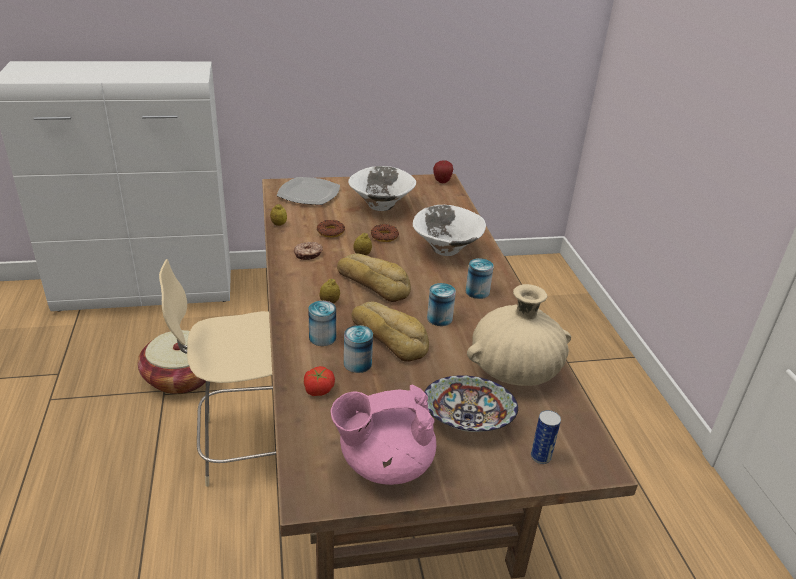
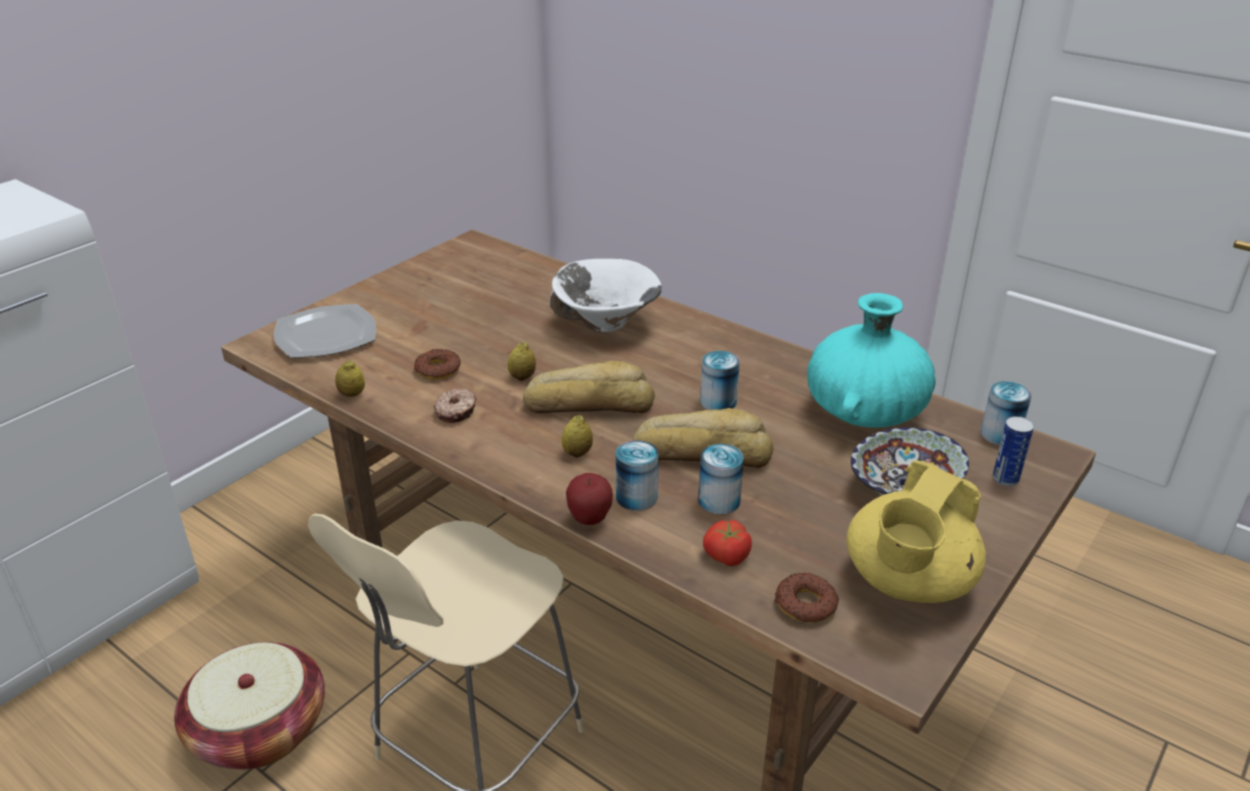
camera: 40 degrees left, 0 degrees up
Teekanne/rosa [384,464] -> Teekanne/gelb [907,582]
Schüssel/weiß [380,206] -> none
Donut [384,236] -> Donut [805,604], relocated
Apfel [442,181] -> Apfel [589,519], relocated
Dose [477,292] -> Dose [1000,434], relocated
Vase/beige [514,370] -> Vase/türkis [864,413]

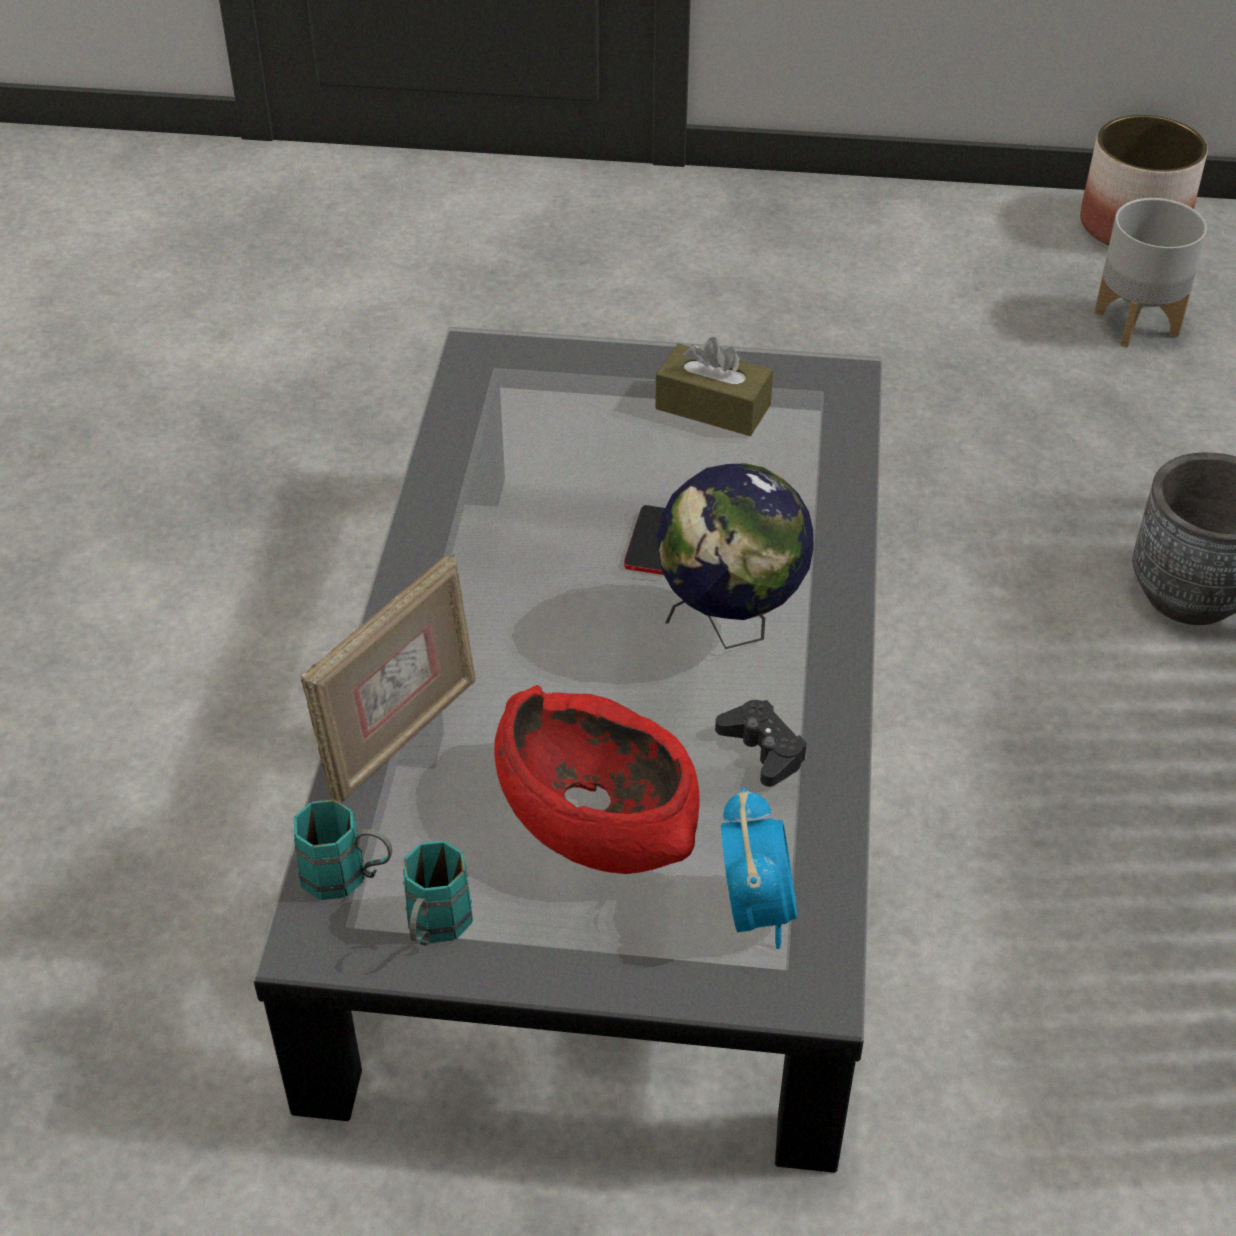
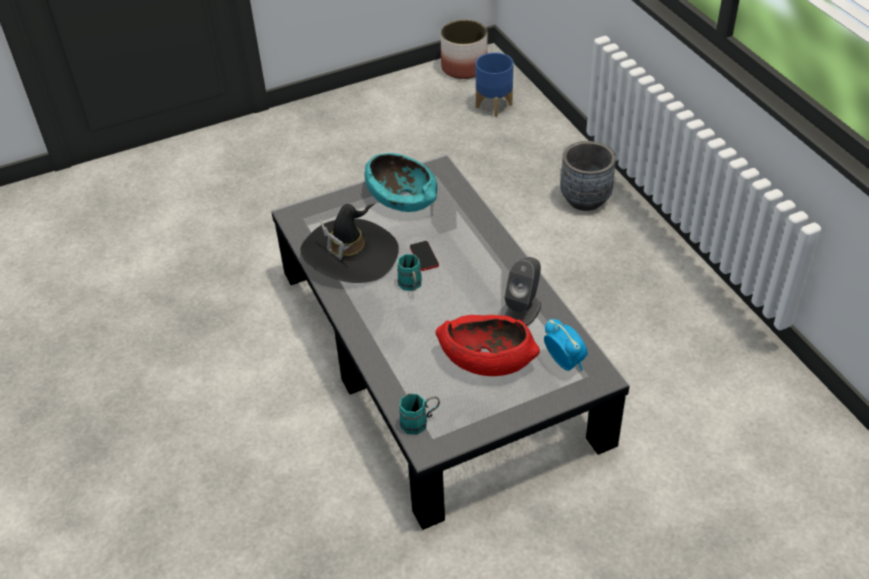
camera: 30 degrees left, 0 degrees up
Bilderrahmen [400,736] -> none
Henkelbecher/türkis [434,929] -> Henkelbecher/türkis [411,286], relocated
Taschentuchbox/braun [713,407] -> Schüssel/türkis [402,198]
Globus [730,627] -> none
Gamepad/schwarz [763,749] -> Lautsprecher/grau [523,310]
Pflanzkübel/grau [1135,323] -> Pflanzkübel/blau [493,106]
none -> Hut/schwarz [350,254]

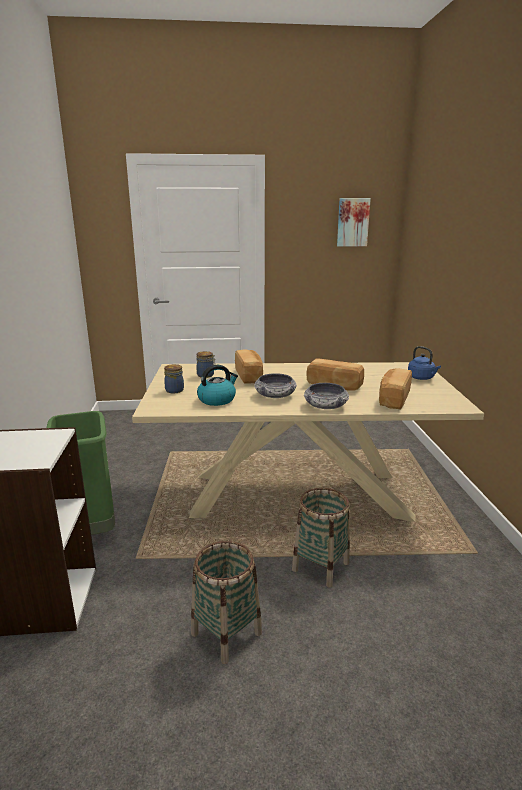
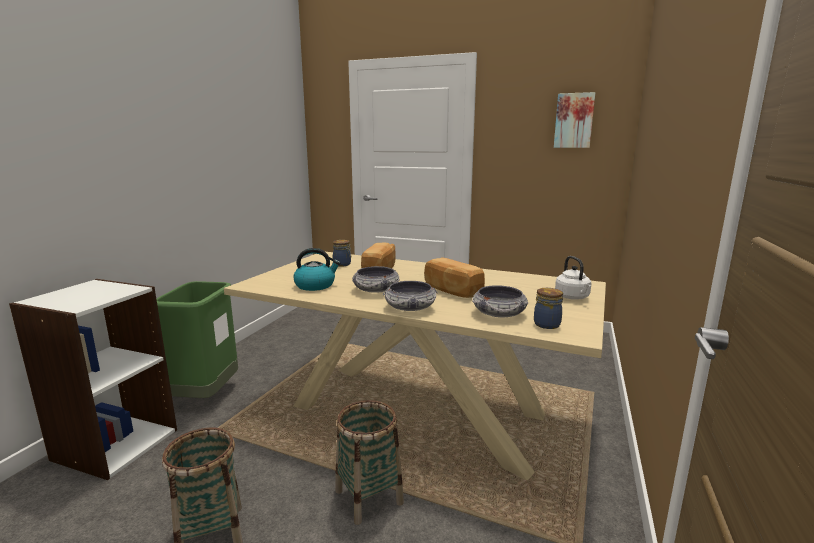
camera: 25 degrees right, 5 degrees down
Vorratsglas [175,390] -> Vorratsglas [547,324], relocated
Brot [393,399] -> Schüssel [499,313]
Wasserkessel/blau [421,378] -> Wasserkessel/weiß [573,297]

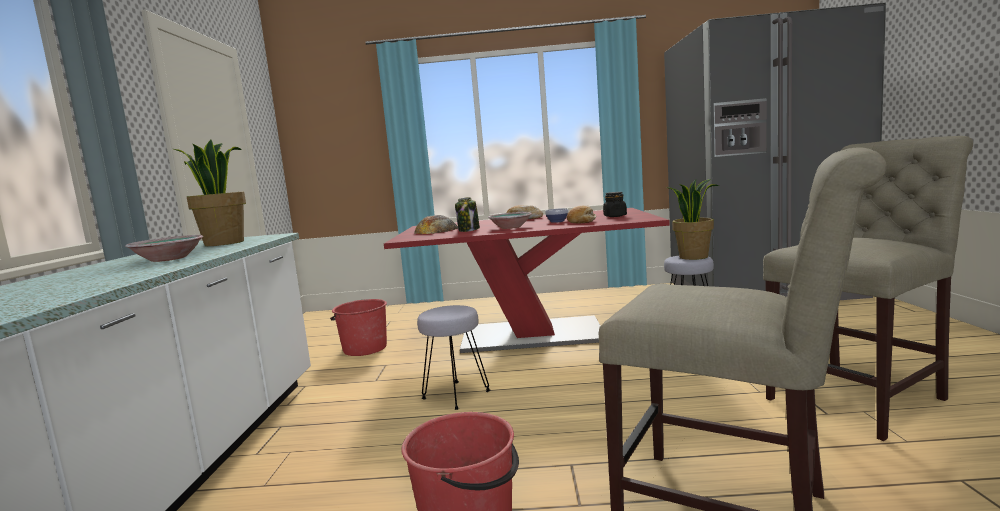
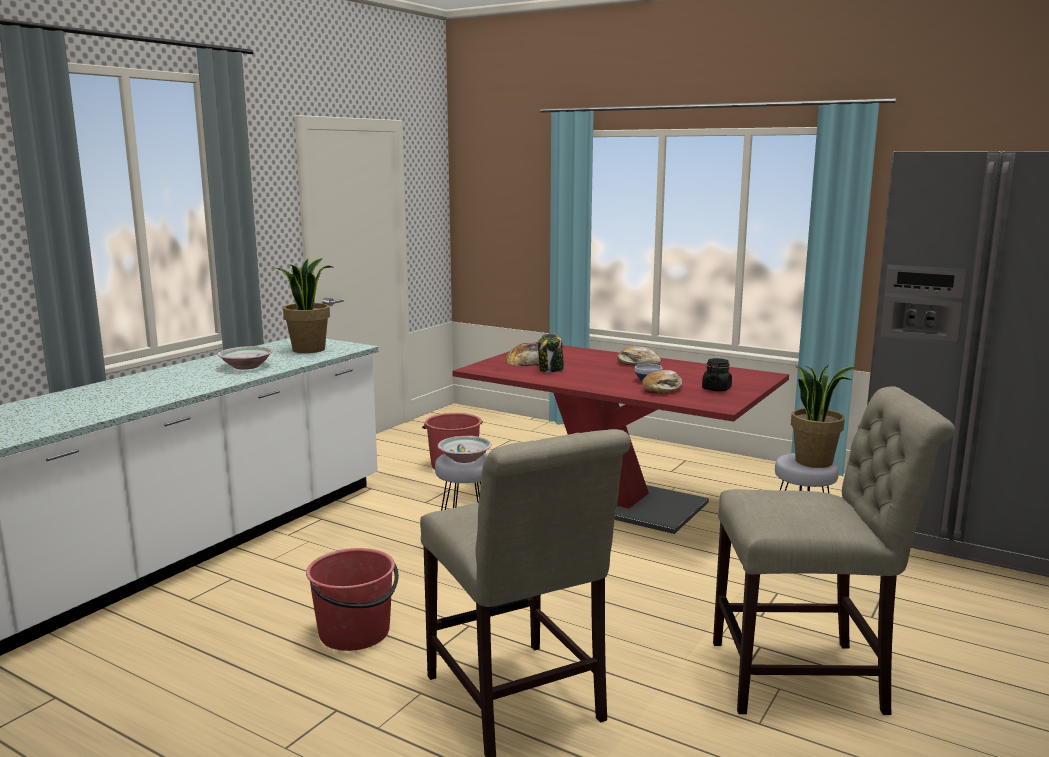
camera: 30 degrees right, 5 degrees up
Schüssel [510,227] -> Schüssel [464,458], relocated

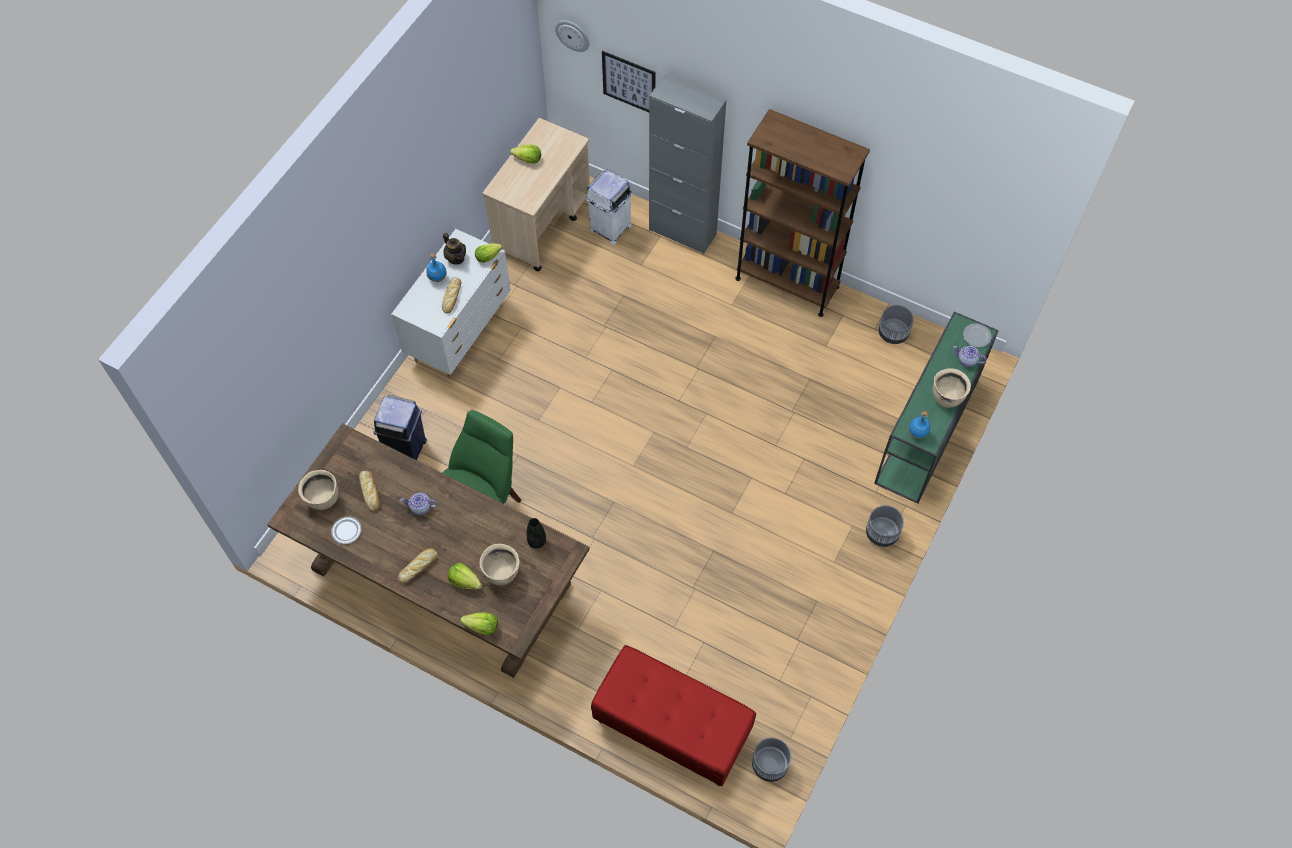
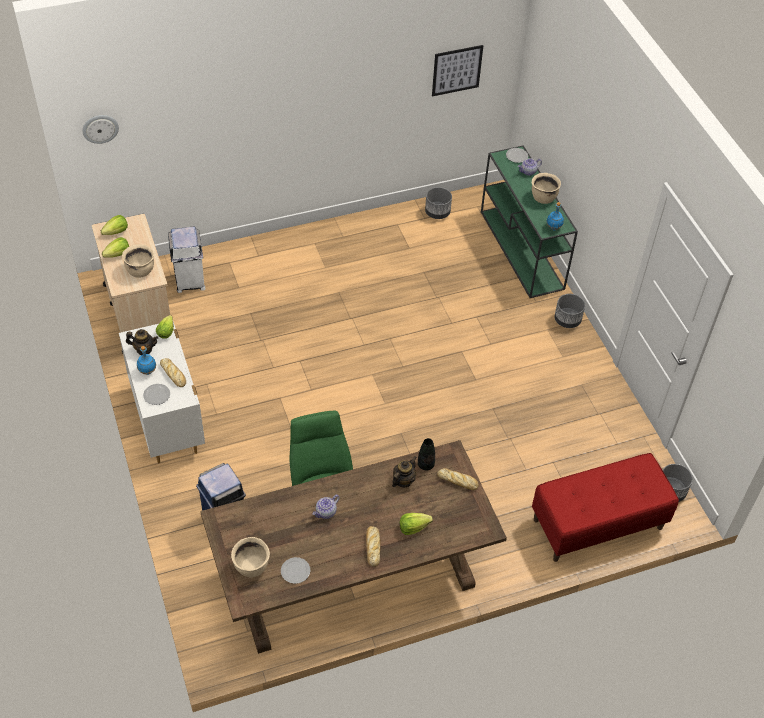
camera: 50 degrees left, 10 degrees down
Brot [370,492] -> Brot [458,481], relocated
Salatkopf [482,627] -> Salatkopf [116,232], relocated
Kochtopf/beige [501,572] -> Kochtopf/beige [140,270], relocated
Bild [629,82] -> Bild [457,70], relocated
Schrank/grau [682,232] -> none
Bücherregal/braun [787,282] -> none
none -> Teller [156,395]
none -> Teekanne [403,481]

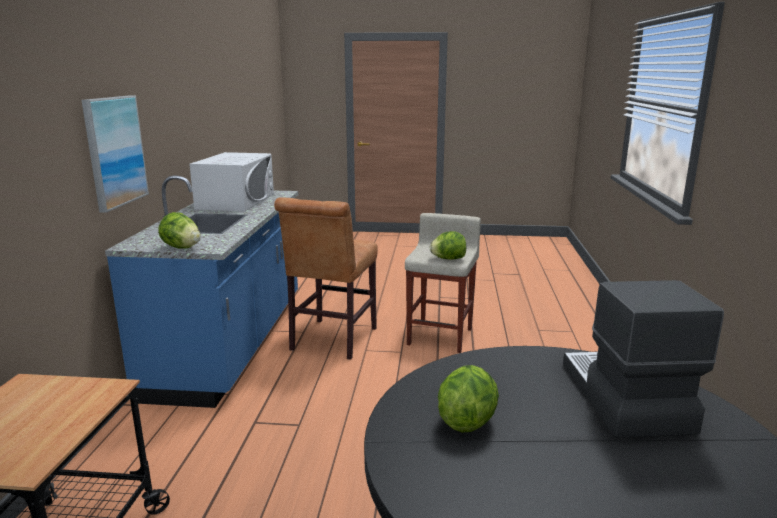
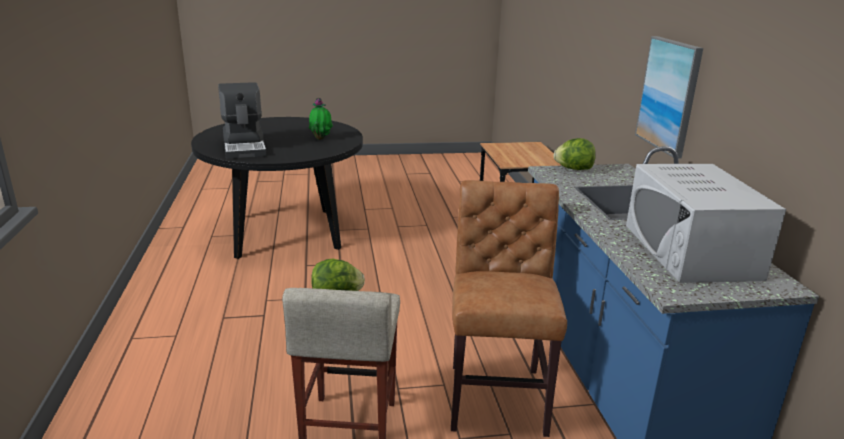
camera: 165 degrees right, 5 degrees up
Salatkopf [467,420] -> Topfpflanze [321,139]

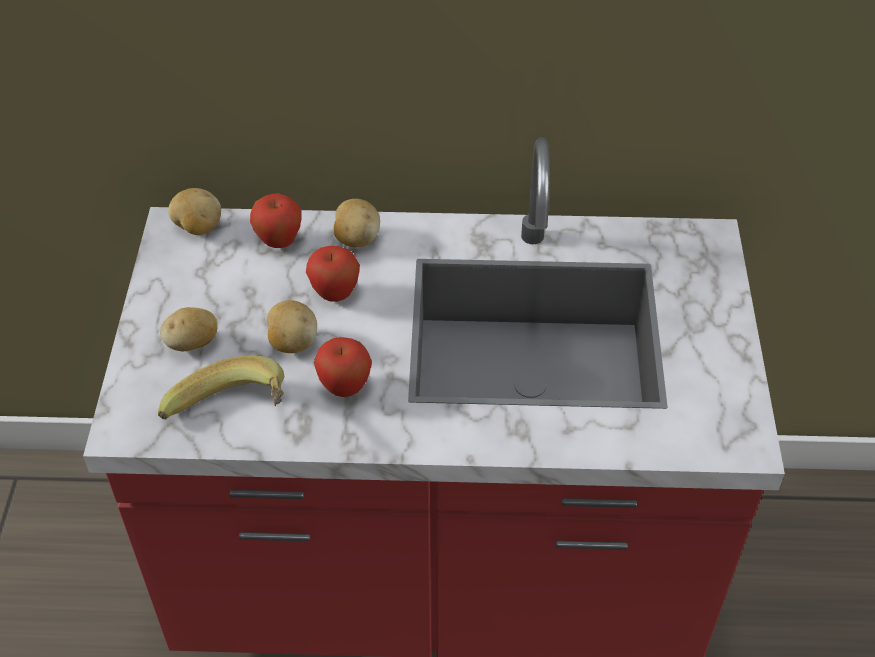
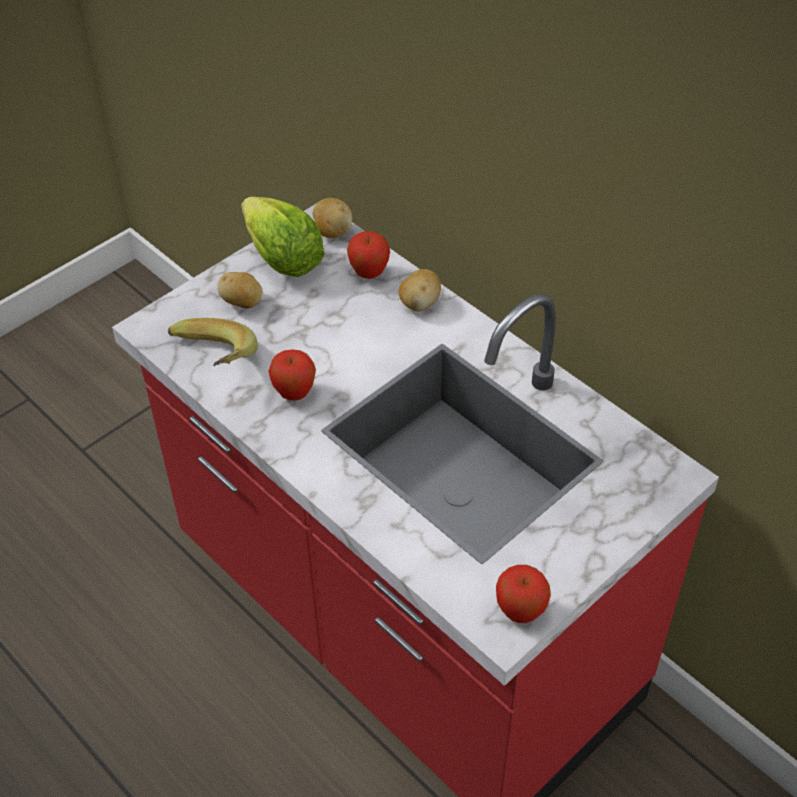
camera: 45 degrees right, 0 degrees up
Kartoffel [292,342] -> none
Apfel [335,294] -> Apfel [520,611], relocated
none -> Salatkopf [283,259]

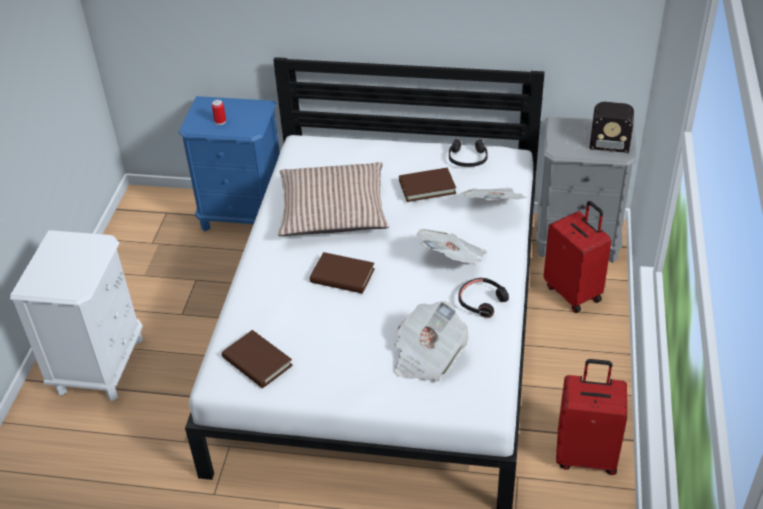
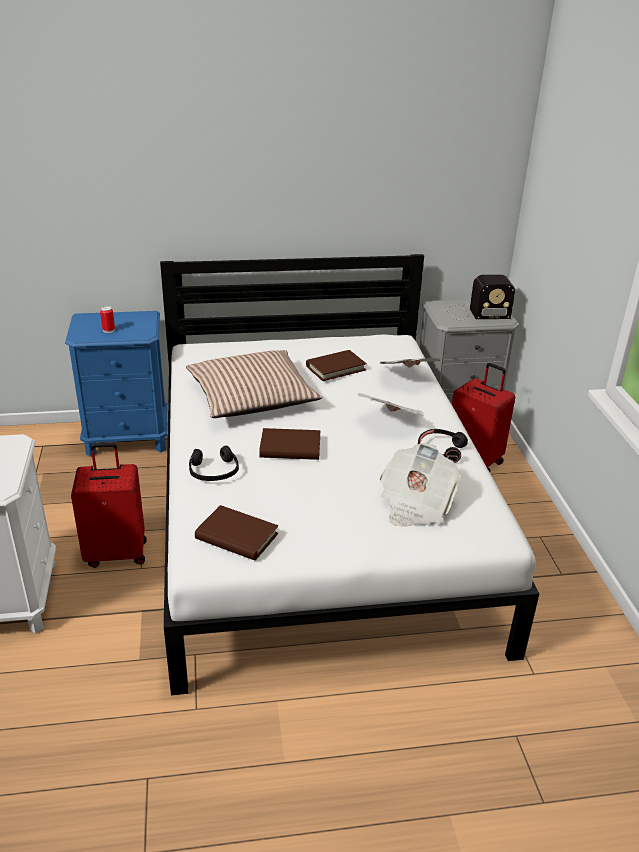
camera: 20 degrees left, 10 degrees down
Kopfhörer/schwarz [467,159] -> Kopfhörer/schwarz [214,471], relocated
Koffer/rot [586,455] -> Koffer/rot [116,552], relocated

